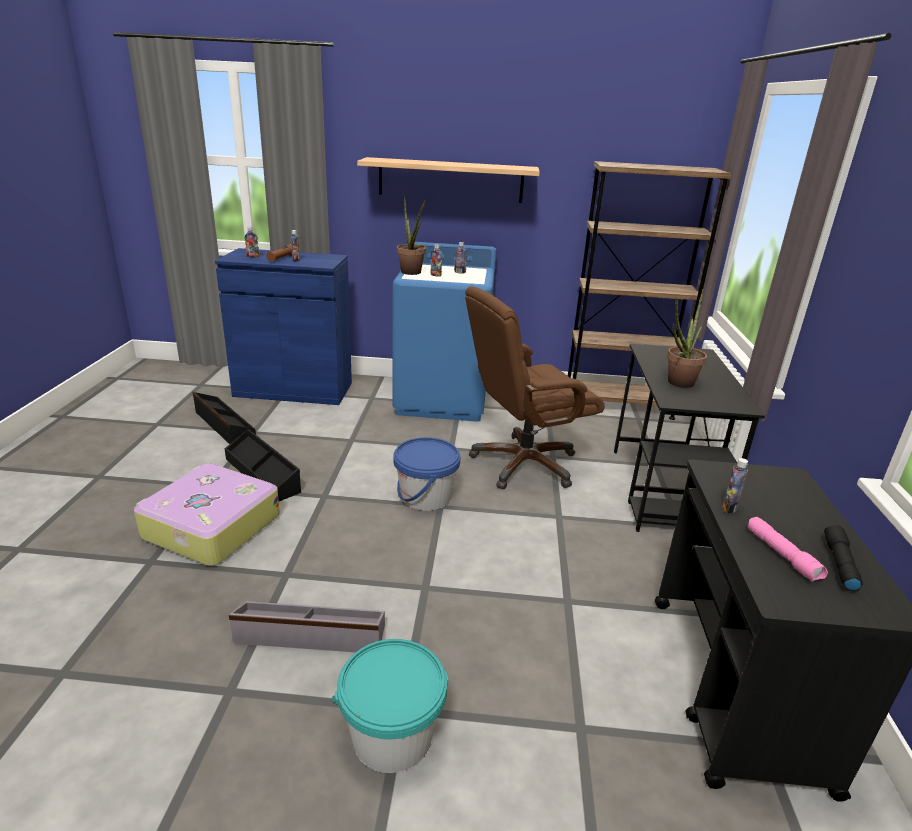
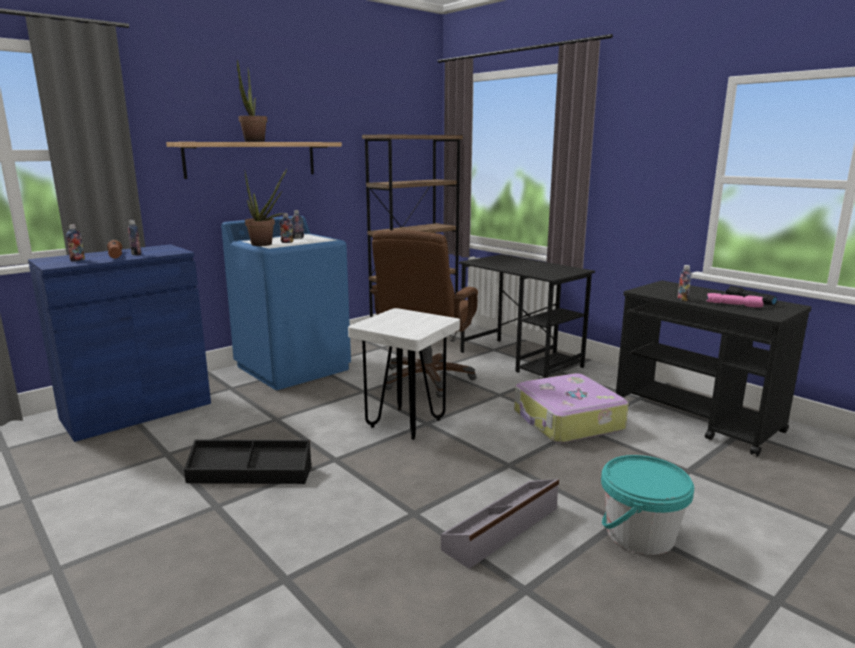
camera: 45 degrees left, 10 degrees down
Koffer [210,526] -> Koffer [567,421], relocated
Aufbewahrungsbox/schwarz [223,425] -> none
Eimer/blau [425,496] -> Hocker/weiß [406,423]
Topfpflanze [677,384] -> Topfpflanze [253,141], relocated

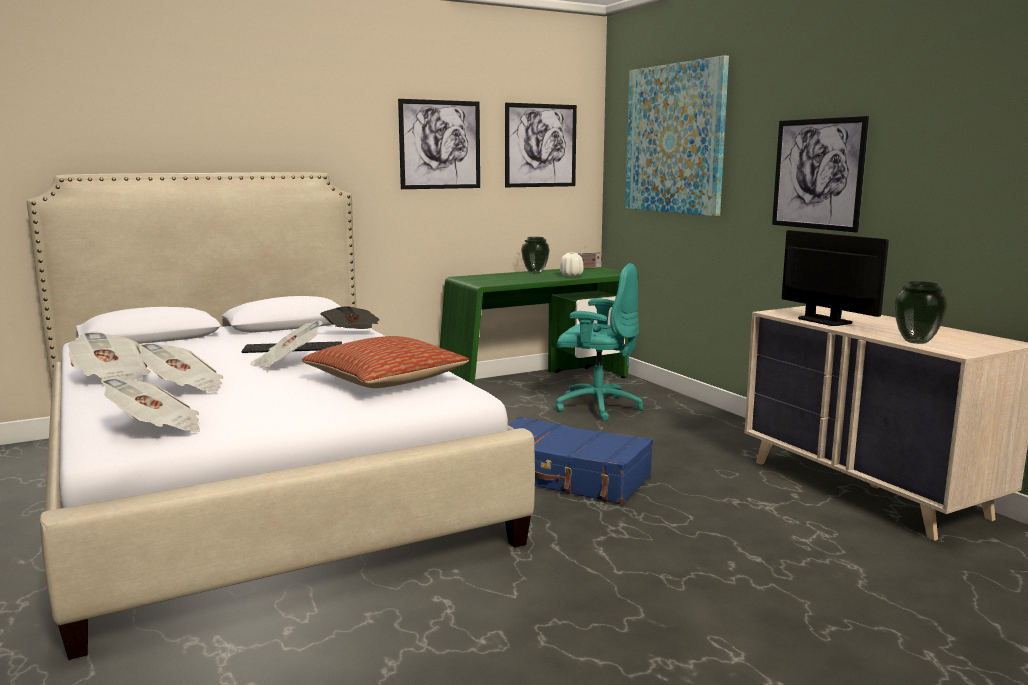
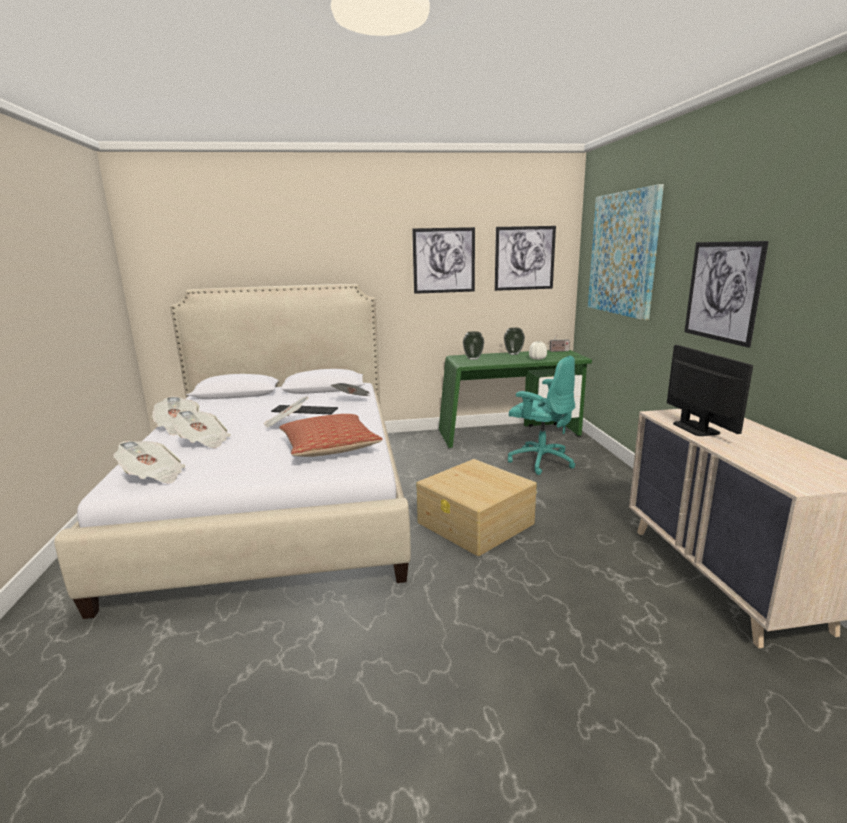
camera: 20 degrees right, 5 degrees up
Koffer/blau [566,477] -> Aufbewahrungsbox/beige [476,523]
Vase [915,341] -> Vase [473,359], relocated

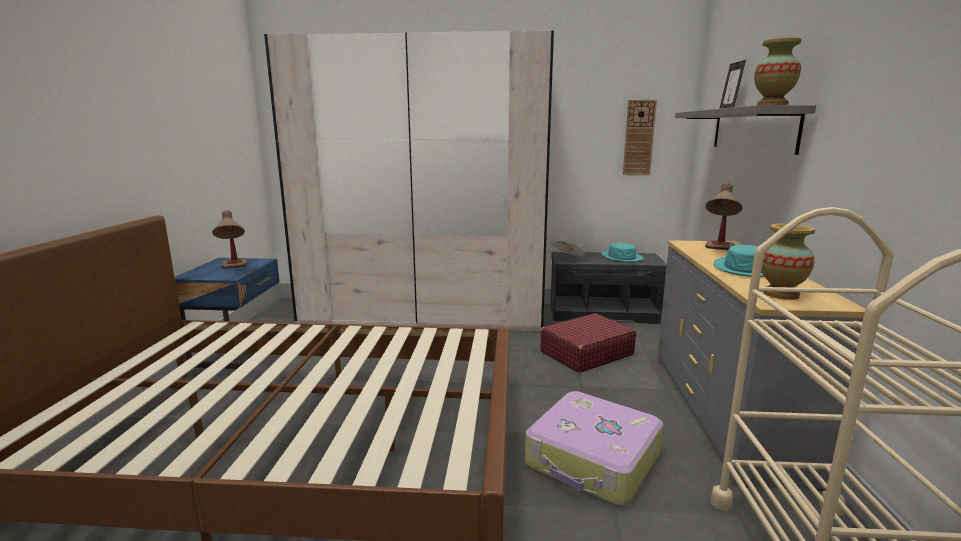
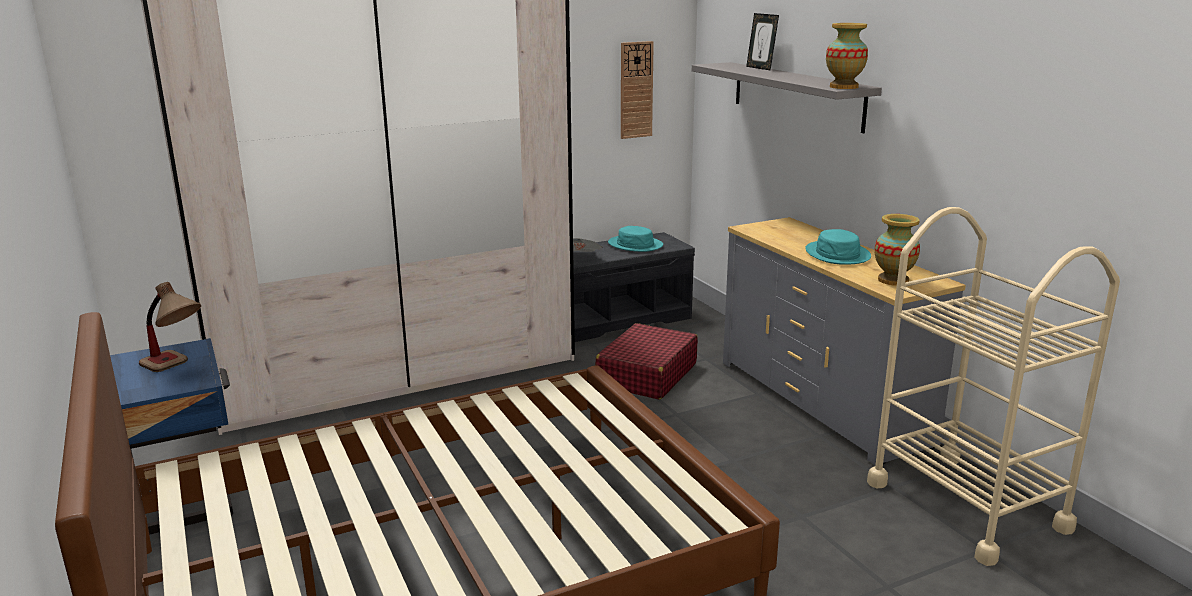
camera: 30 degrees left, 5 degrees up
Koffer [593,461] -> none
Tischlampe [719,250] -> none

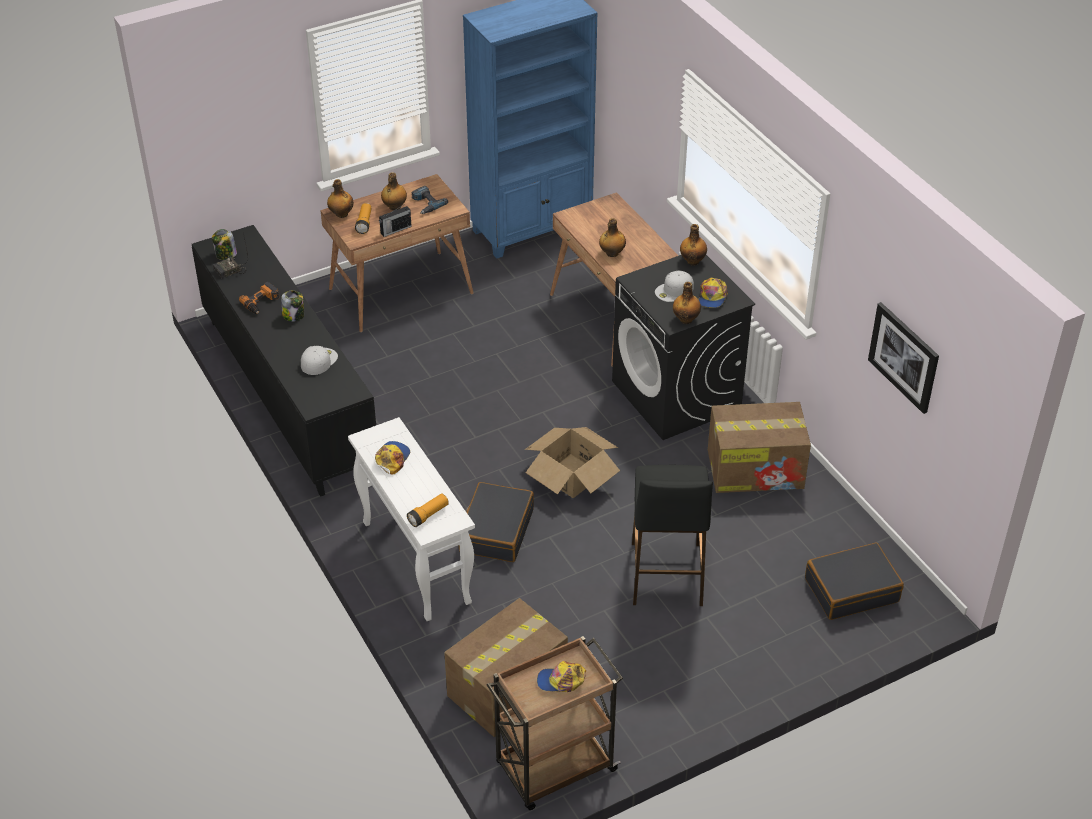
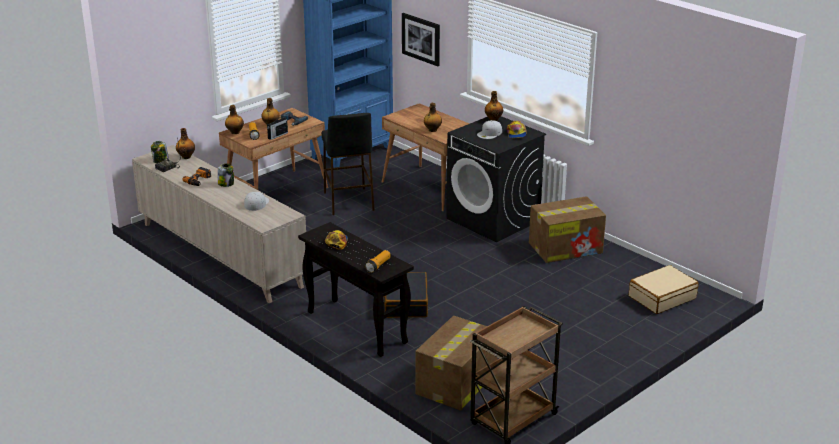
camera: 15 degrees left, 15 degrees down
Schrank/schwarz [288,396] -> Schrank/beige [220,255]
Konsolentisch/weiß [415,562] -> Konsolentisch/schwarz [355,327]
Karton [571,475] -> none
Kappe [561,681] -> none
Hocker/schwarz [666,574] -> Hocker/schwarz [348,201], relocated
Flasche [686,319] -> Flasche [186,157], relocated
Koffer/schwarz [851,589] -> Koffer/beige [662,297]
Bild [904,357] -> Bild [421,39], relocated

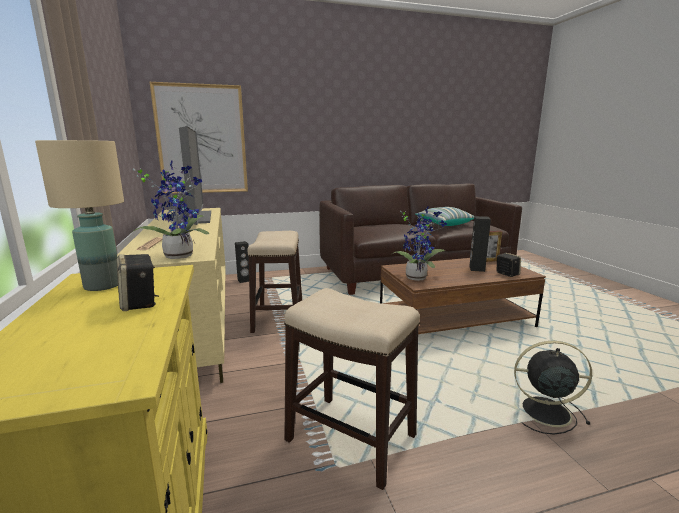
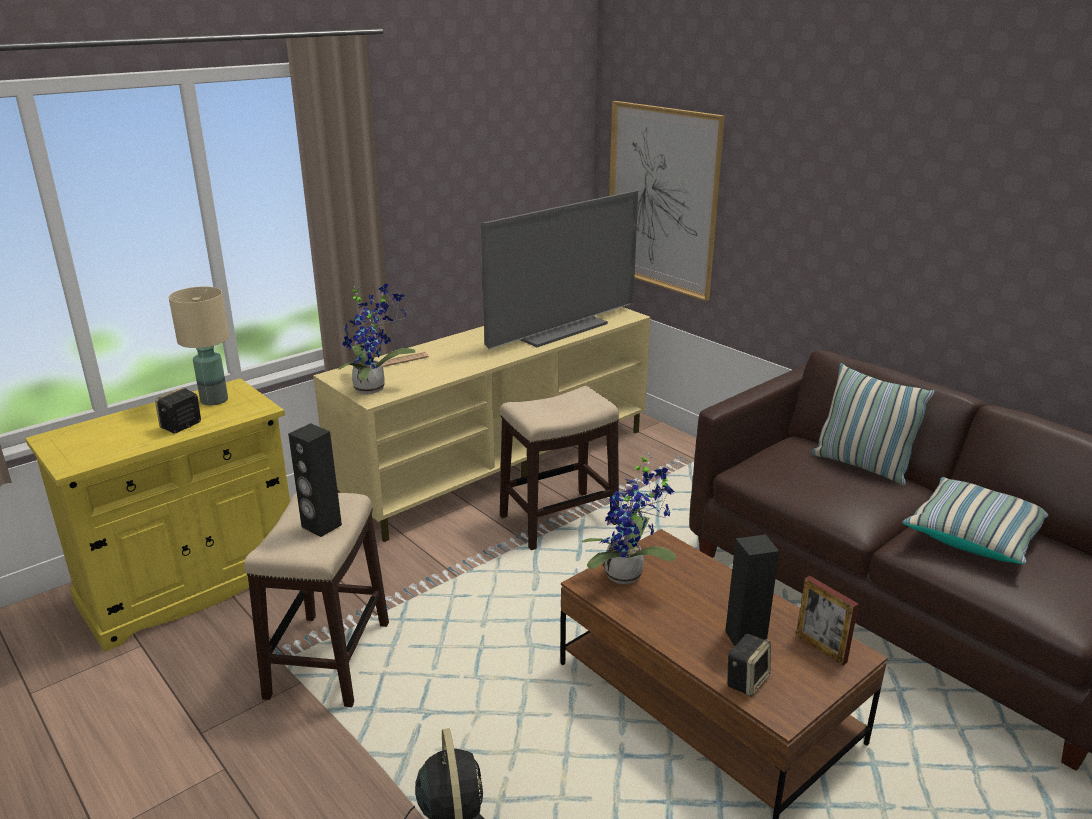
camera: 65 degrees right, 10 degrees up
Lautsprecher/schwarz [244,280] -> Lautsprecher/schwarz [321,526], relocated
none -> Kissen [861,466]

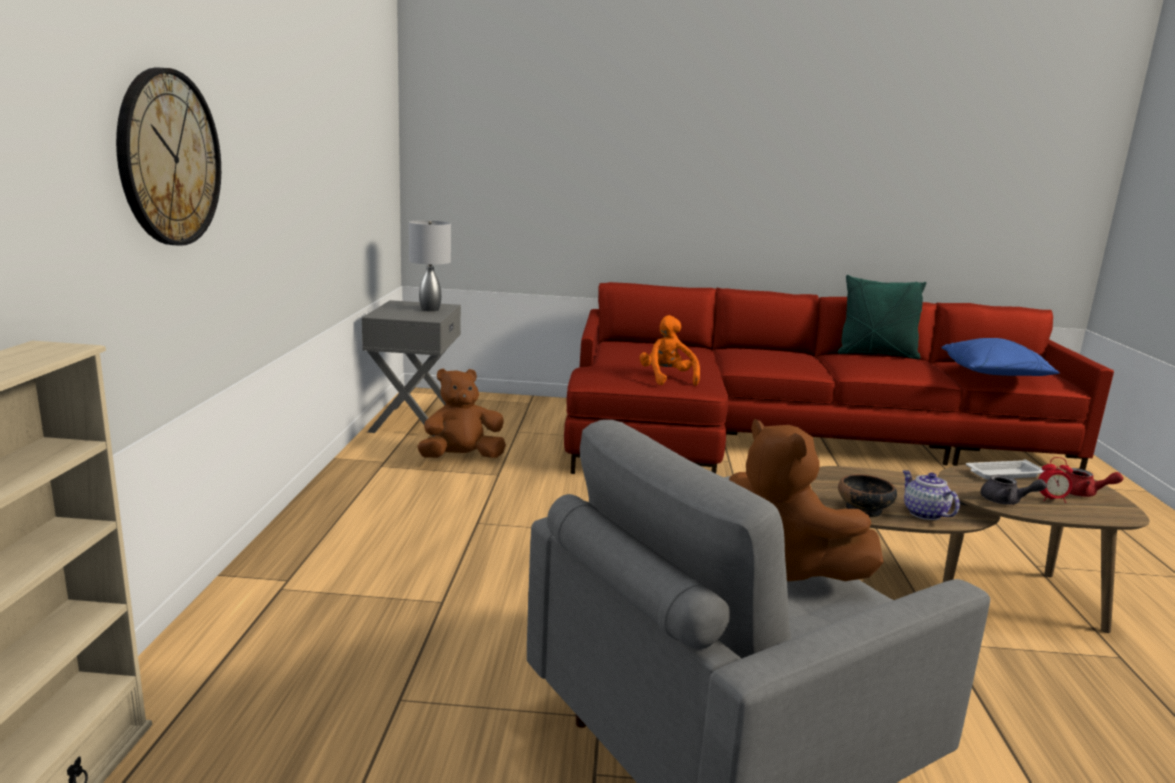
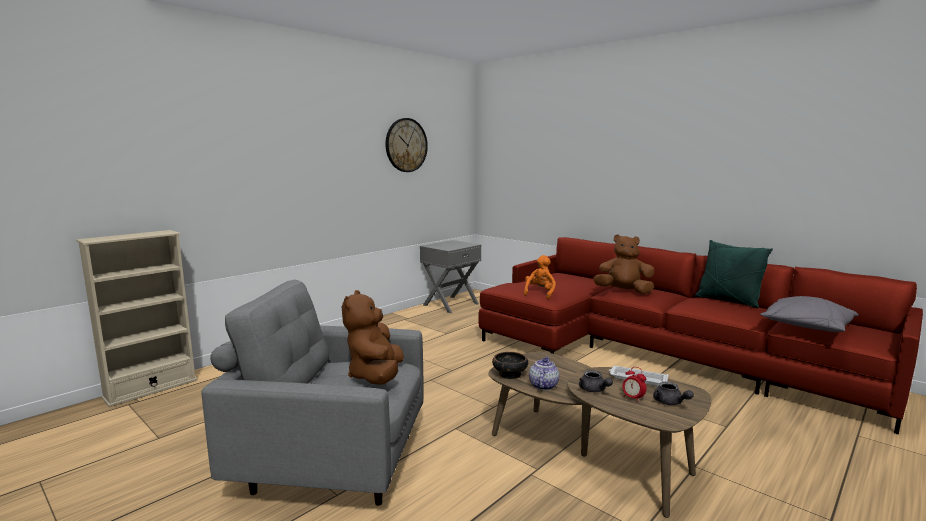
camera: 40 degrees right, 5 degrees down
Wanduhr [169,158] -> Wanduhr [406,145], relocated
Tischlampe/grau [430,309] -> none
Plüschtier/braun [461,458] -> Plüschtier/braun [623,291], relocated
Kissen/blau [994,375] -> Kissen/grau [807,327]
Teekanne/rot [1082,493] -> Teekanne/grau [670,403]

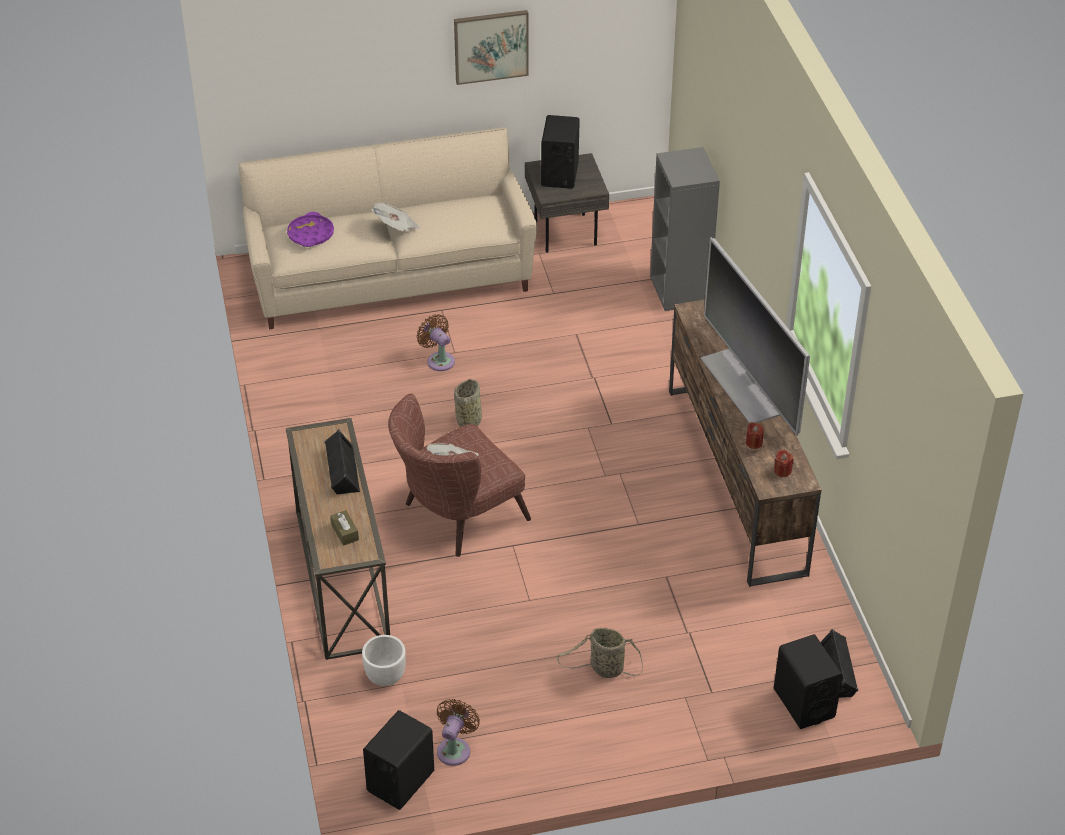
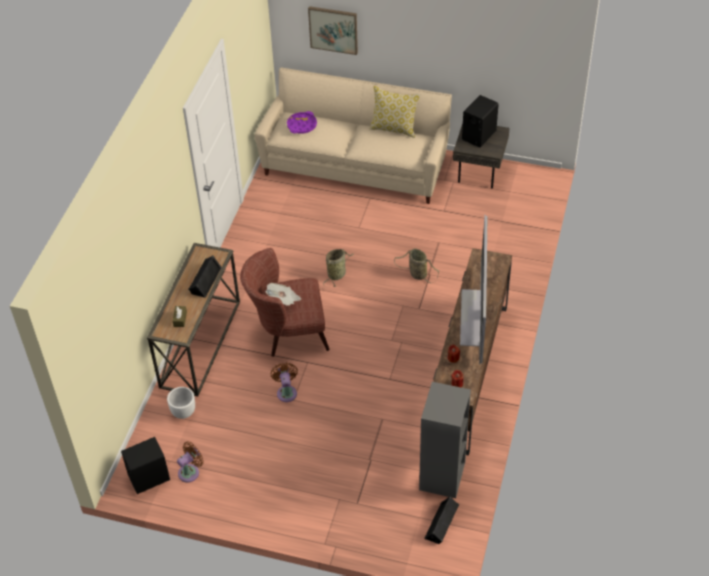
camera: 30 degrees right, 5 degrees up
Zeitung [396,227] -> none
Ventilator/braun [439,360] -> Ventilator/braun [286,392], relocated
Bild [491,46] -> Bild [333,29], relocated
Korb [604,669] -> Korb [417,274], relocated
Bücherregal/grau [680,290] -> Bücherregal/grau [442,476], relocated
Lautsprecher/schwarz [803,703] -> none
none -> Kissen [394,128]

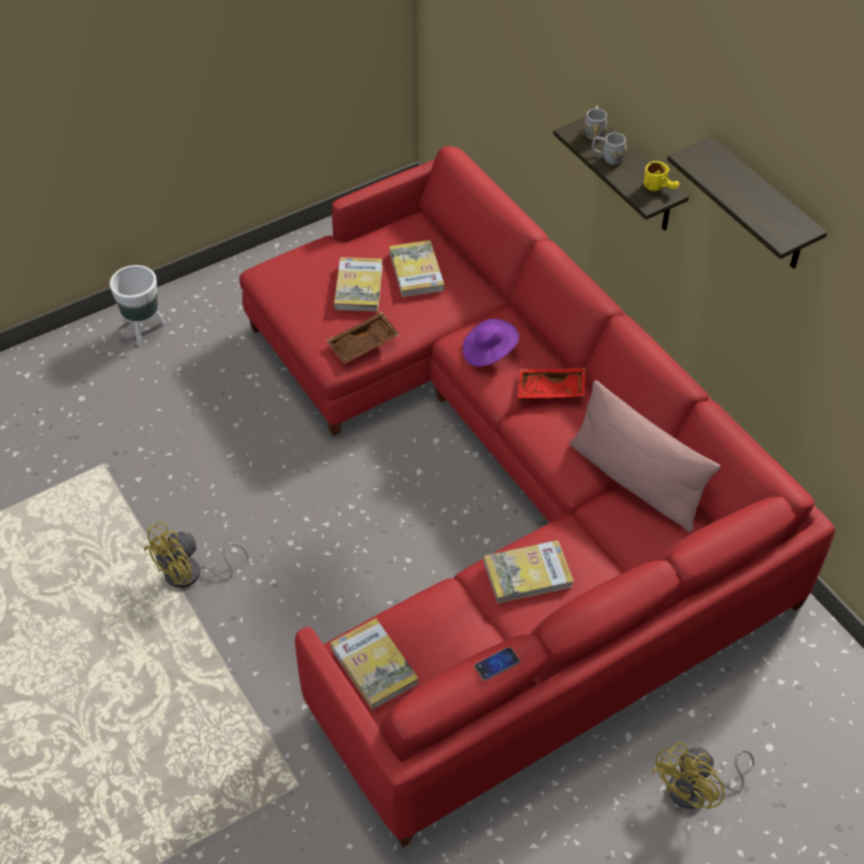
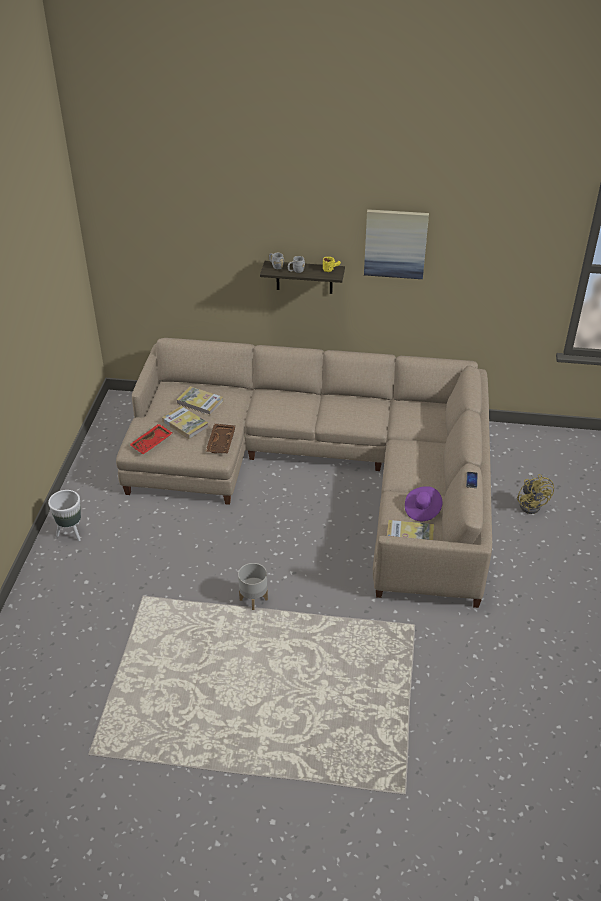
camera: 50 degrees left, 10 degrees down
Ventilator/gelb [191,574] -> Pflanzkübel/grau [254,599]
Sofa/rot [503,487] -> Sofa/beige [324,469]
Hut/lila [488,352] -> Hut/lila [422,510], relocated
Buch [527,574] -> none
Tablett/rot [551,390] -> Tablett/rot [152,443], relocated
Kissen/rosa [635,481] -> none
Wandregal [761,208] -> Bild [395,243]

